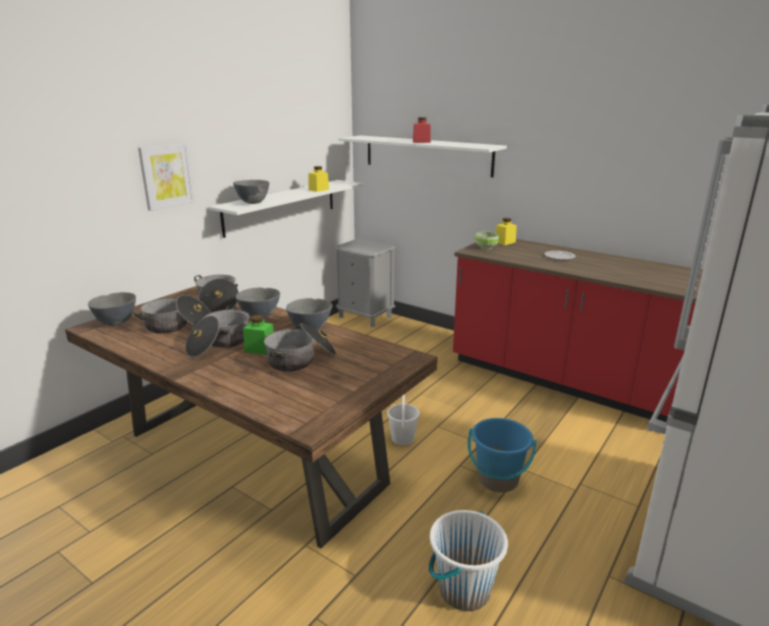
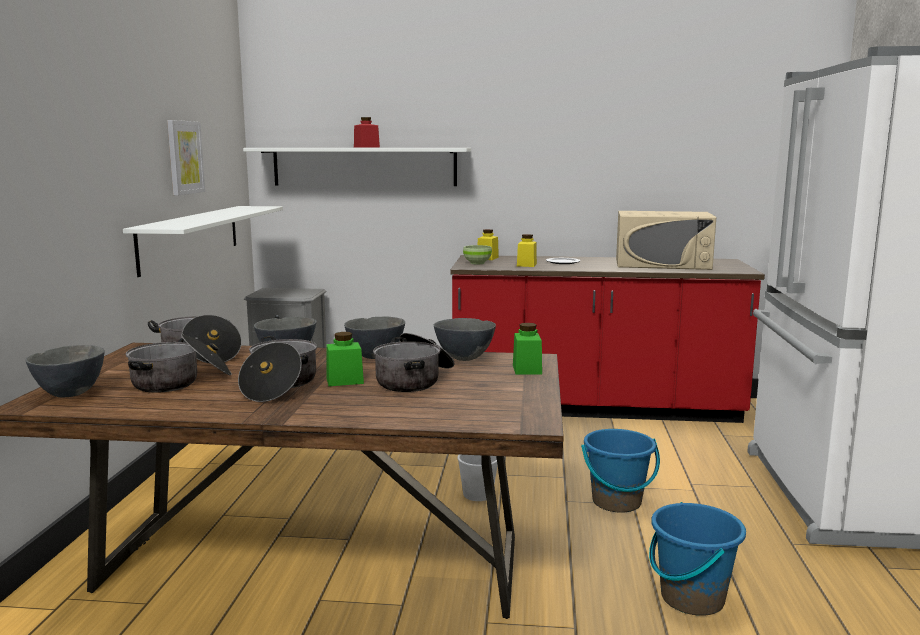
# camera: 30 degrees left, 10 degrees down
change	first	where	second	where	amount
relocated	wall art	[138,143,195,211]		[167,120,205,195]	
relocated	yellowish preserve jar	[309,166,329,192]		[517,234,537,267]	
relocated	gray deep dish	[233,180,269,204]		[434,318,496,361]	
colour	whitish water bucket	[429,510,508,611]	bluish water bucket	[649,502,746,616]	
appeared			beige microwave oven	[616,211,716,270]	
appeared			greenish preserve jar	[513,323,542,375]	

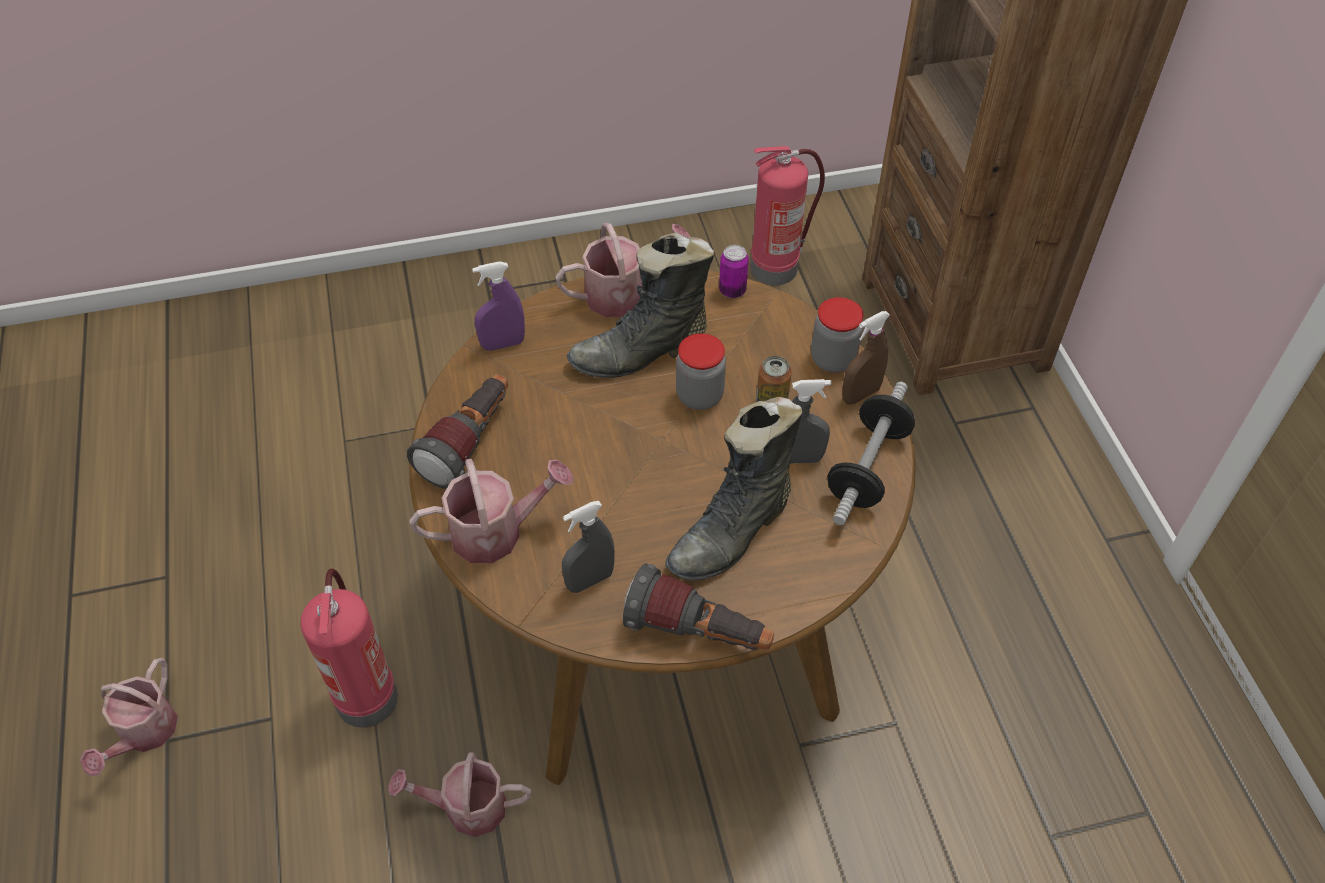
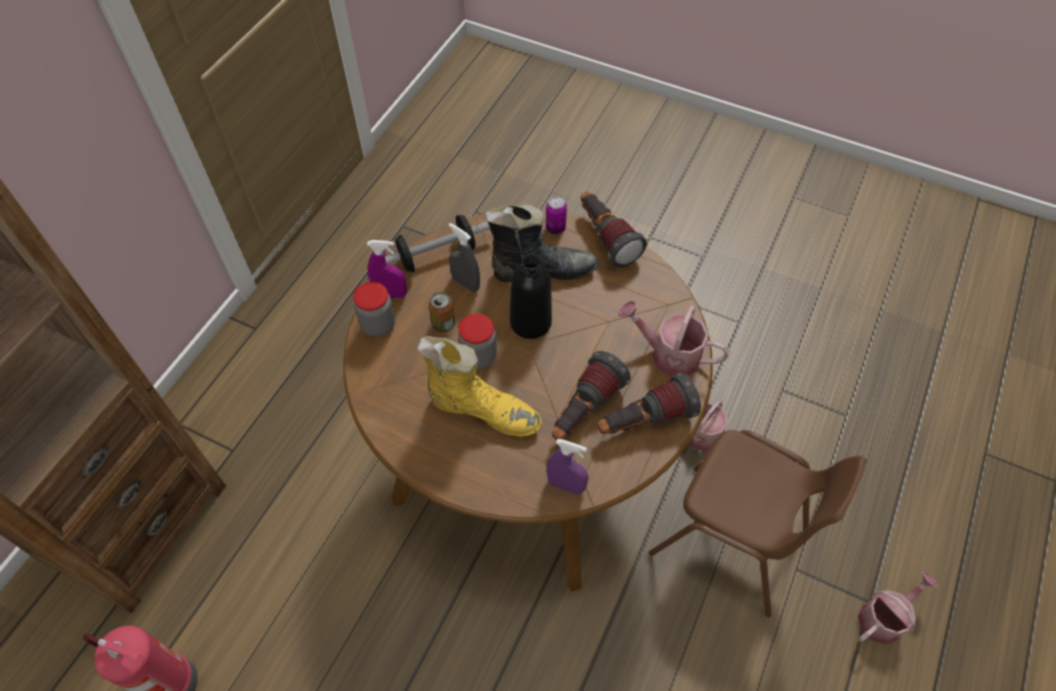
# camera: 140 degrees left, 5 degrees up
change	first	where	second	where	amount
missing	watering pot	[555,223,690,317]			
colour	black high-top boot	[567,232,714,378]	yellowish high-top boot	[417,336,542,437]	
relocated	sealed can	[719,245,749,298]		[546,196,567,234]	
colour	brown-coloured hand sprayer	[842,311,890,404]	purple-coloured hand sprayer	[367,240,407,299]	
missing	gray hand sprayer	[562,501,615,593]			
exchanged	fire extinguisher	[300,568,398,728]	brown-coloured upright chair	[649,430,867,617]	
appeared			black bottle	[510,254,552,339]	
appeared			torch	[552,351,631,440]	

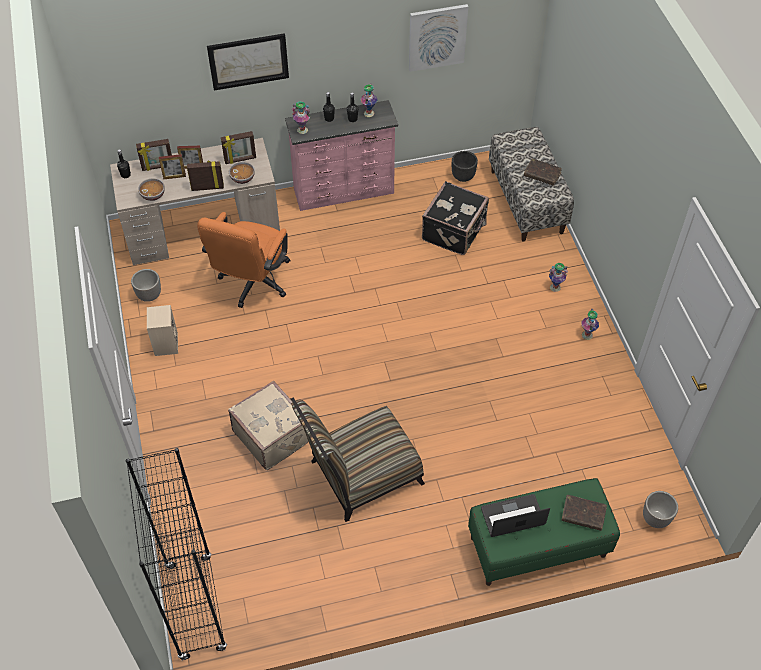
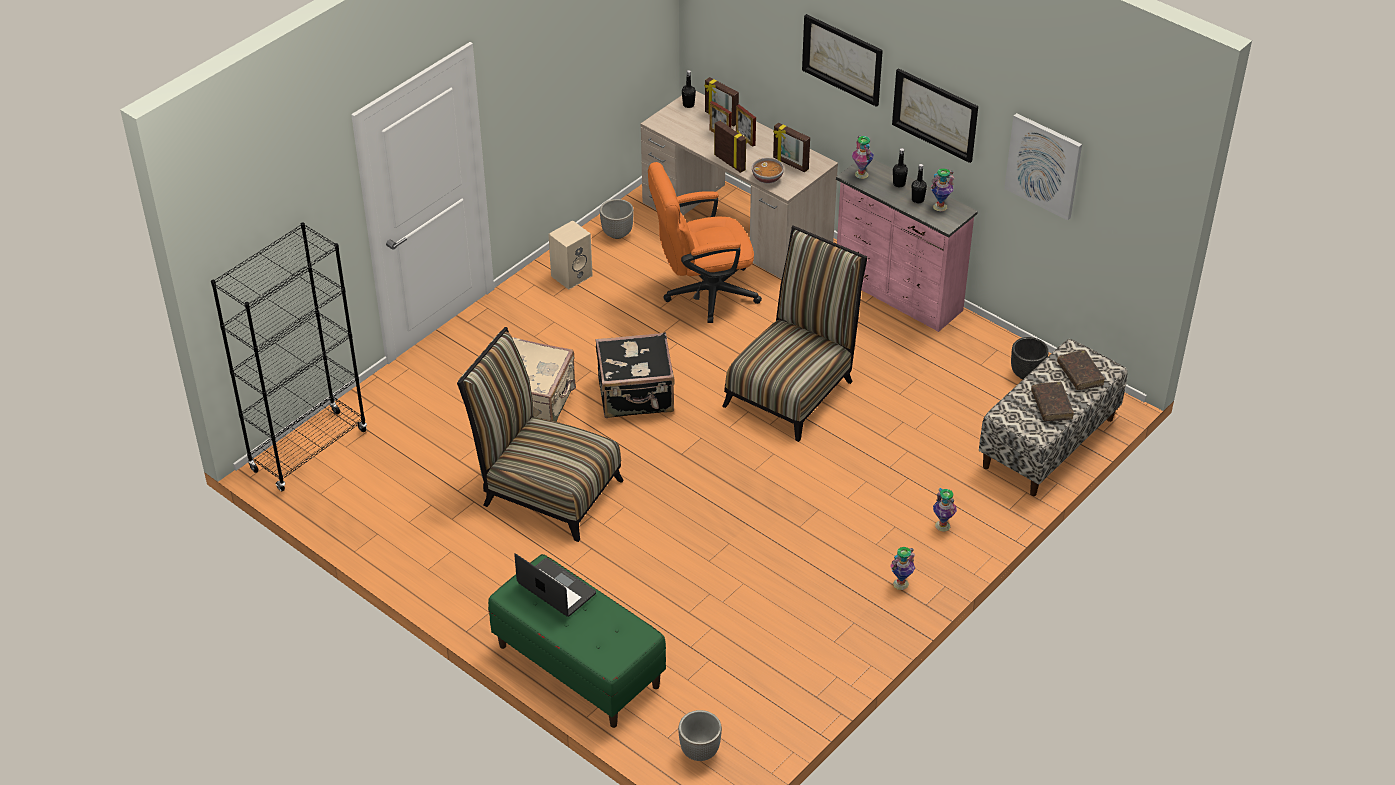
# camera: 55 degrees right, 10 degrees down
change	first	where	second	where	amount
missing	deep dish	[138,178,165,201]			
relocated	black travel case	[422,181,489,255]		[595,332,675,418]	
relocated	brown-coloured book	[562,495,607,531]		[1057,350,1104,390]	
appeared			wall art	[892,68,978,163]	
appeared			upright chair	[722,225,868,442]	

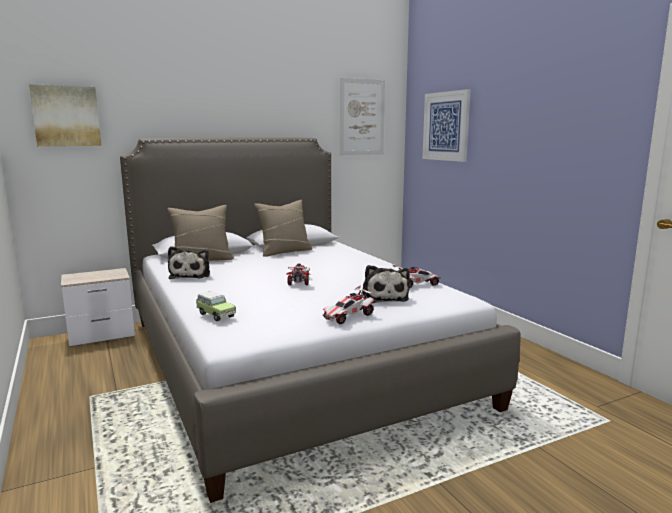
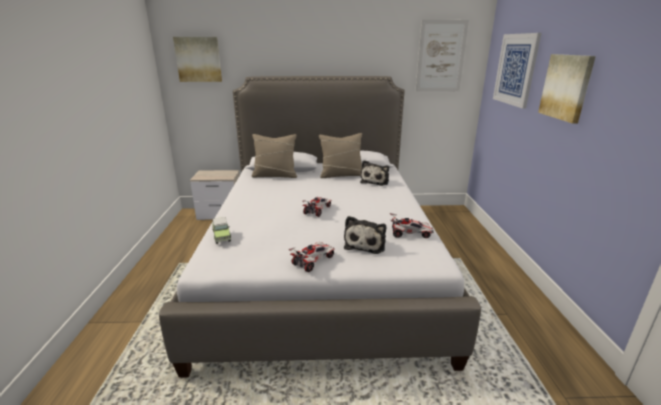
# camera: 25 degrees right, 10 degrees up
change	first	where	second	where	amount
relocated	plush toy	[168,246,210,279]		[360,160,389,186]	
spun	toy car	[323,285,376,324]		[289,242,335,272]	150 degrees clockwise
appeared			wall art	[538,54,596,123]	

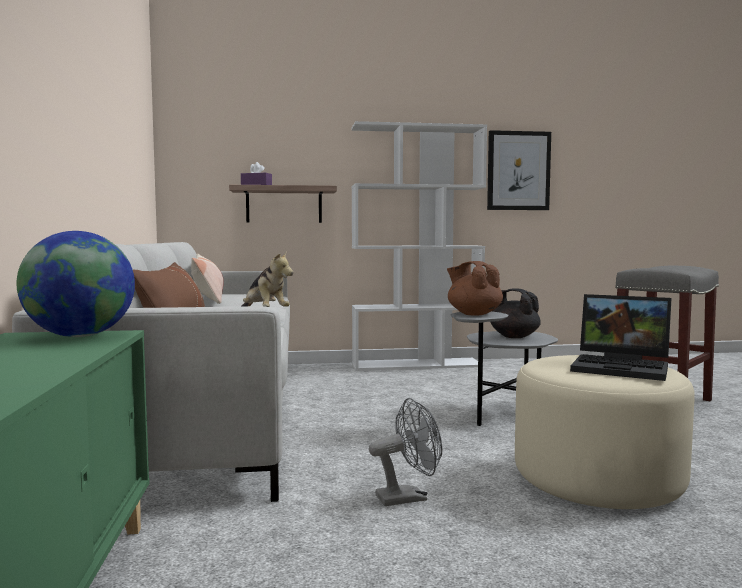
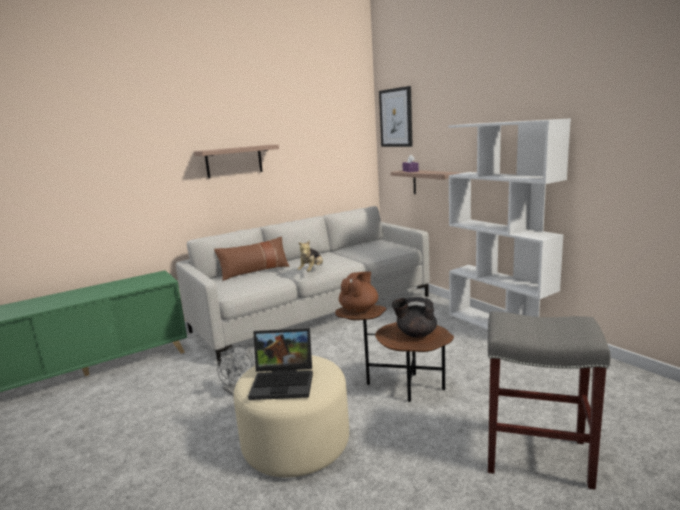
# camera: 65 degrees right, 10 degrees up
change	first	where	second	where	amount
relocated	wall art	[487,130,551,210]		[379,86,413,147]	
missing	desk globe	[17,231,135,337]			
missing	throw pillow	[191,254,224,304]			
spun	black teapot	[490,288,541,338]		[392,297,437,338]	90 degrees counterclockwise
spun	notebook computer	[570,294,671,381]		[248,328,313,400]	90 degrees counterclockwise
colour	gray side table	[450,311,558,426]	brown-coloured side table	[335,305,454,402]	
appeared			wall shelf	[194,145,279,178]	

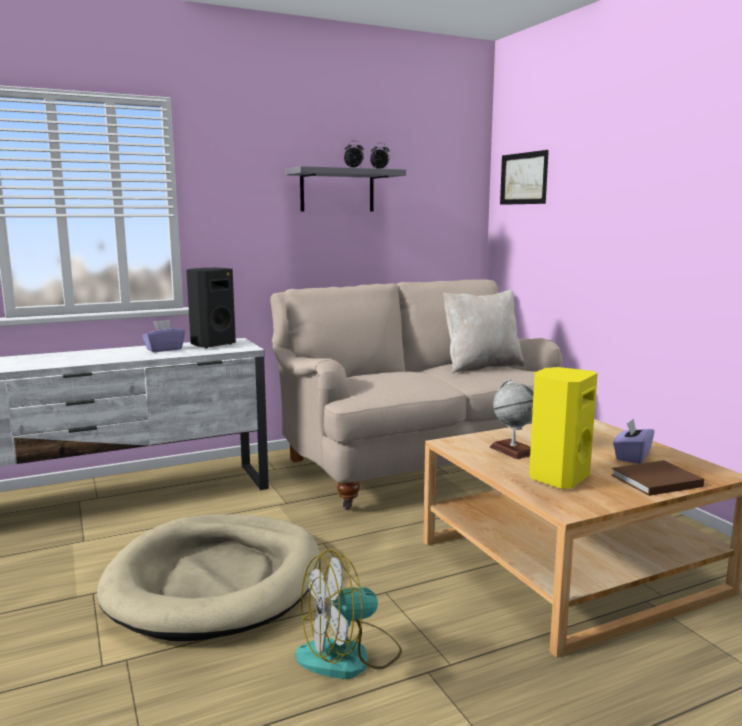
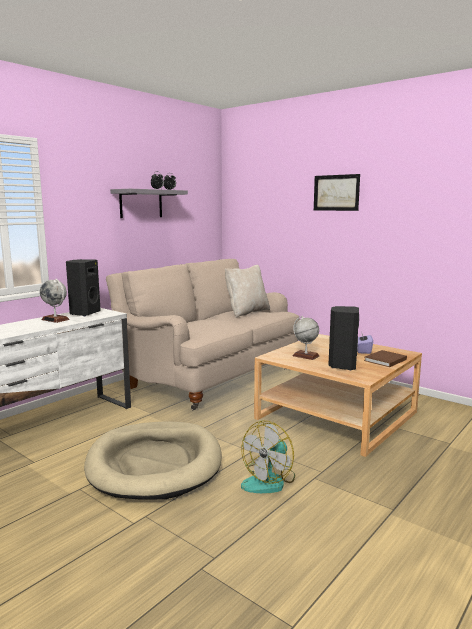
# camera: 25 degrees left, 0 degrees up
change	first	where	second	where	amount
relocated	wall art	[500,150,549,205]		[314,174,360,211]	
exchanged	purple-coloured tissue box	[142,320,185,352]	desk globe	[40,279,70,323]	
colour	yellowish loudspeaker	[529,367,598,489]	black loudspeaker	[328,306,359,370]	

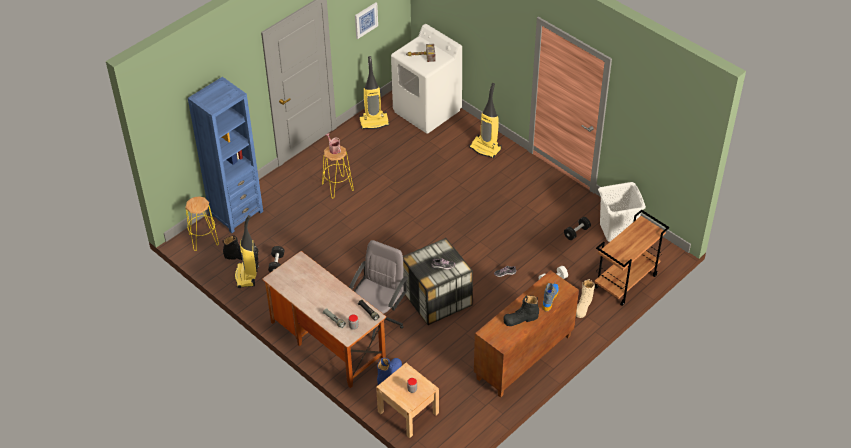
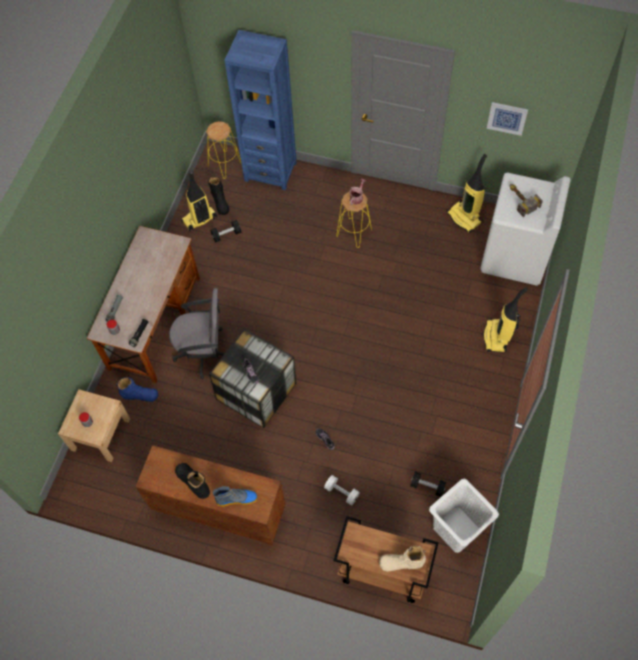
# camera: 65 degrees right, 15 degrees up
change	first	where	second	where	amount
relocated	beige high-top boot	[576,279,595,318]		[379,546,426,571]	

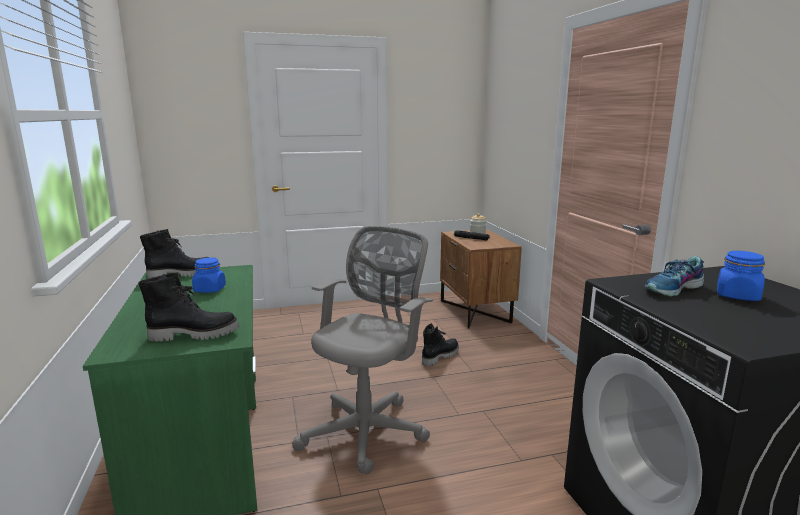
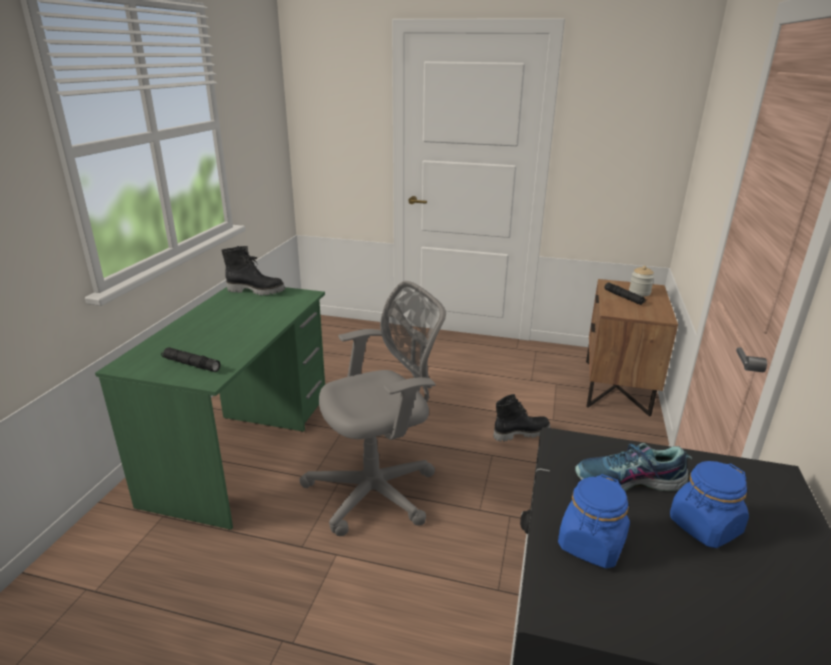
# camera: 30 degrees right, 10 degrees up
change	first	where	second	where	amount
relocated	bluish preserve jar	[192,258,226,293]		[558,474,630,569]	
exchanged	black high-top boot	[138,272,239,342]	black torch	[161,347,220,372]	

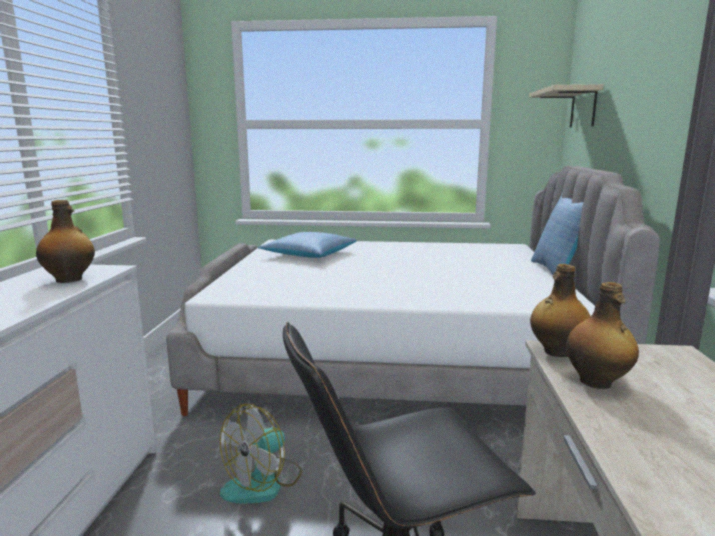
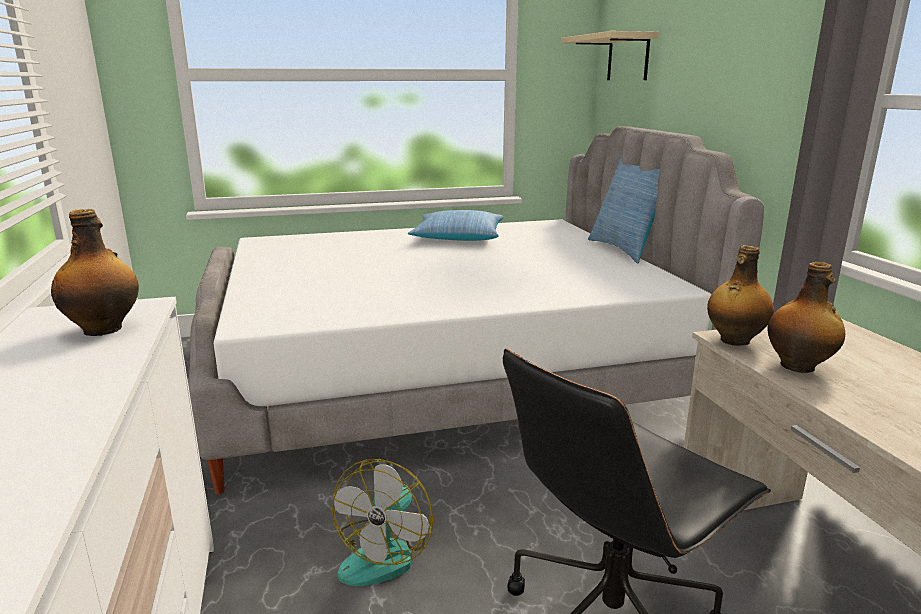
# camera: 20 degrees left, 5 degrees up
change	first	where	second	where	amount
relocated	throw pillow	[258,232,357,258]		[408,210,504,241]	

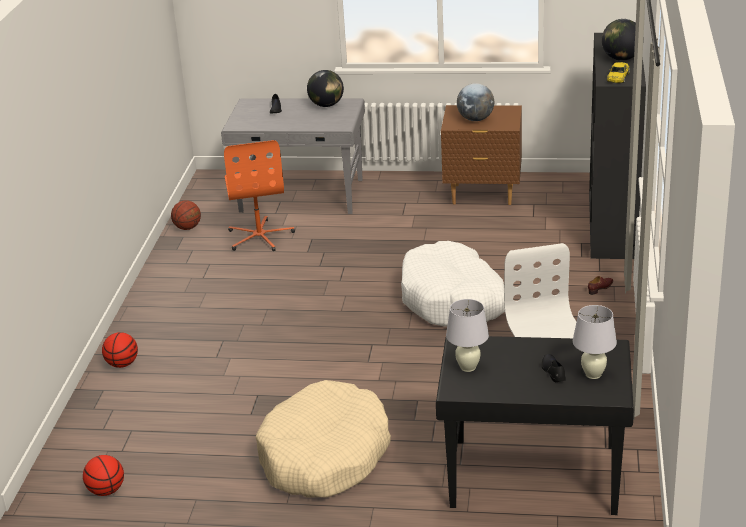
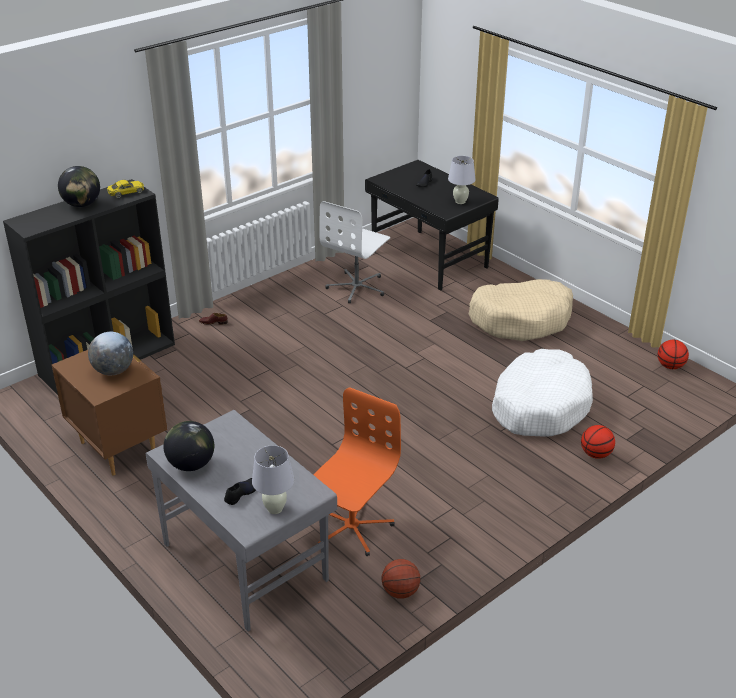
# camera: 140 degrees left, 5 degrees up
change	first	where	second	where	amount
relocated	whitish pet bed	[401,241,505,327]		[492,349,593,437]	
relocated	whitish tabletop lamp	[573,305,617,379]		[252,445,294,514]	

